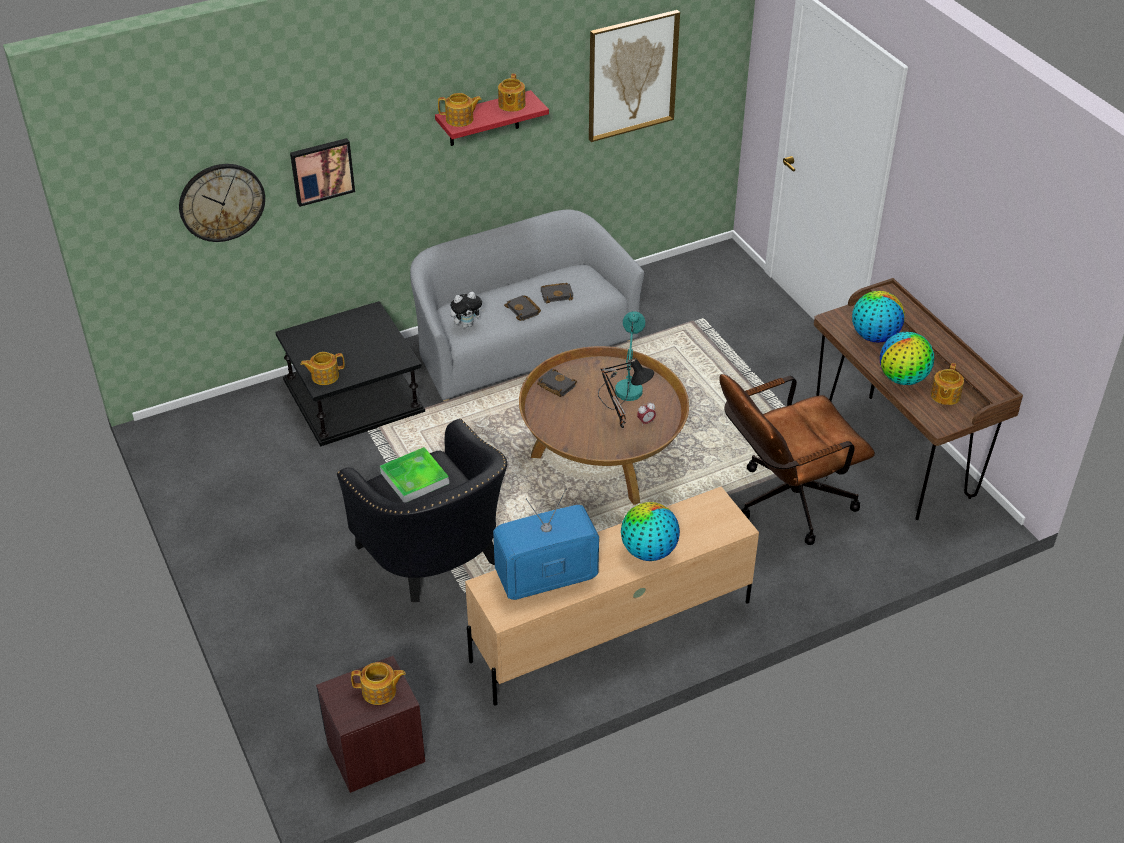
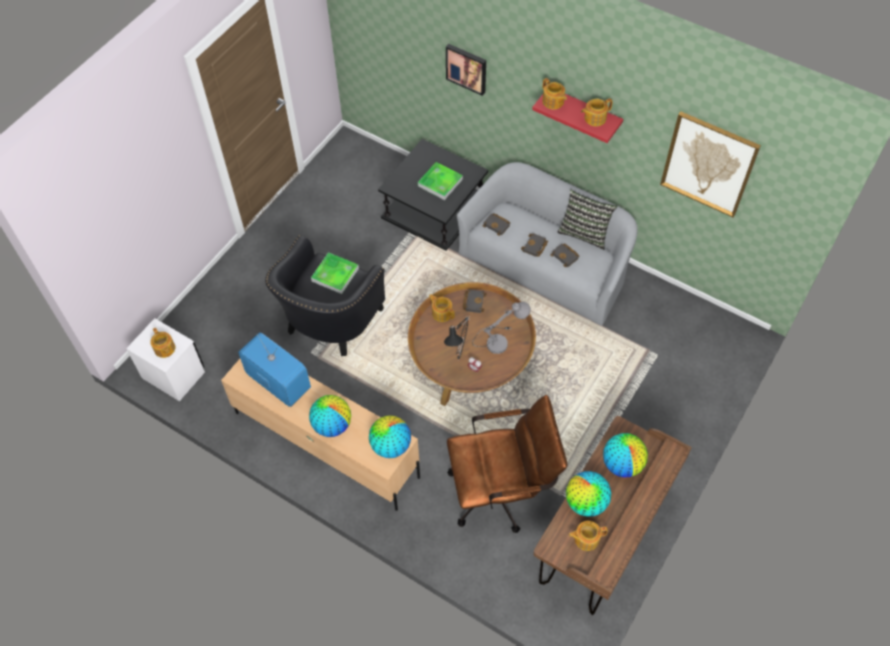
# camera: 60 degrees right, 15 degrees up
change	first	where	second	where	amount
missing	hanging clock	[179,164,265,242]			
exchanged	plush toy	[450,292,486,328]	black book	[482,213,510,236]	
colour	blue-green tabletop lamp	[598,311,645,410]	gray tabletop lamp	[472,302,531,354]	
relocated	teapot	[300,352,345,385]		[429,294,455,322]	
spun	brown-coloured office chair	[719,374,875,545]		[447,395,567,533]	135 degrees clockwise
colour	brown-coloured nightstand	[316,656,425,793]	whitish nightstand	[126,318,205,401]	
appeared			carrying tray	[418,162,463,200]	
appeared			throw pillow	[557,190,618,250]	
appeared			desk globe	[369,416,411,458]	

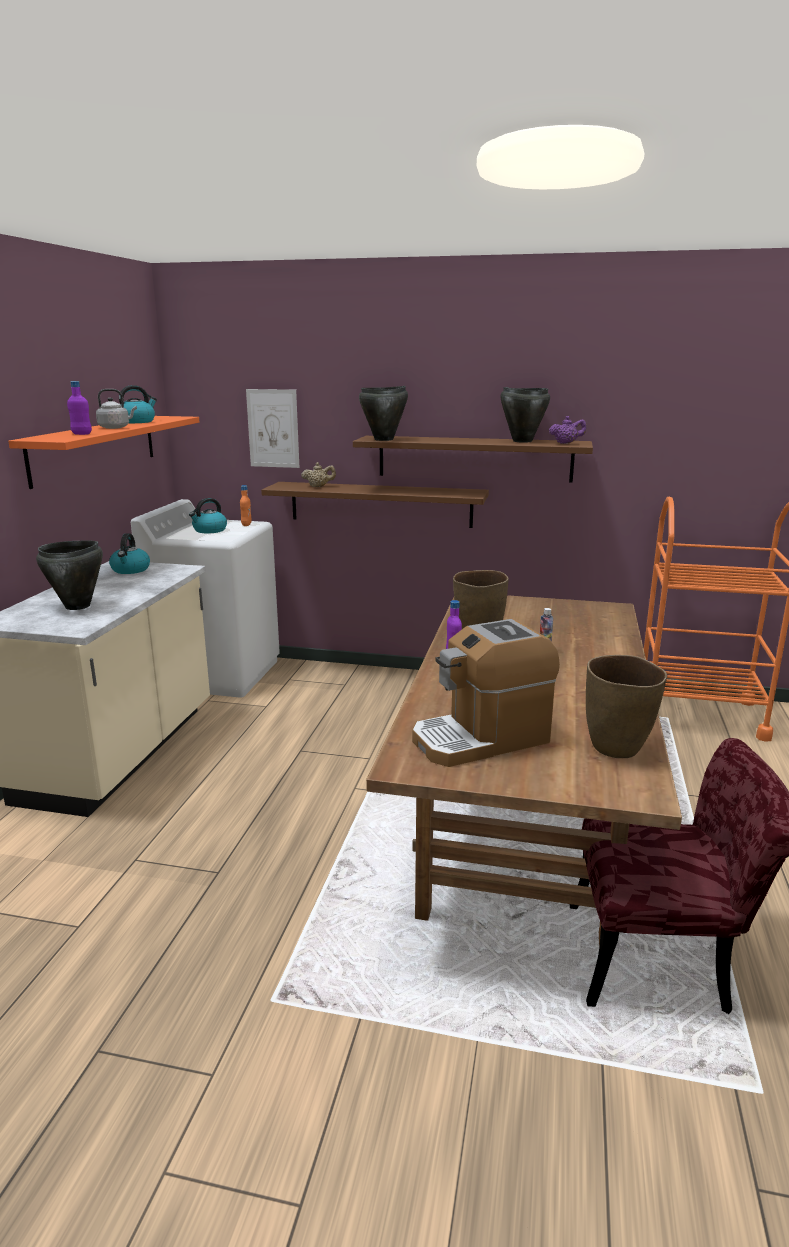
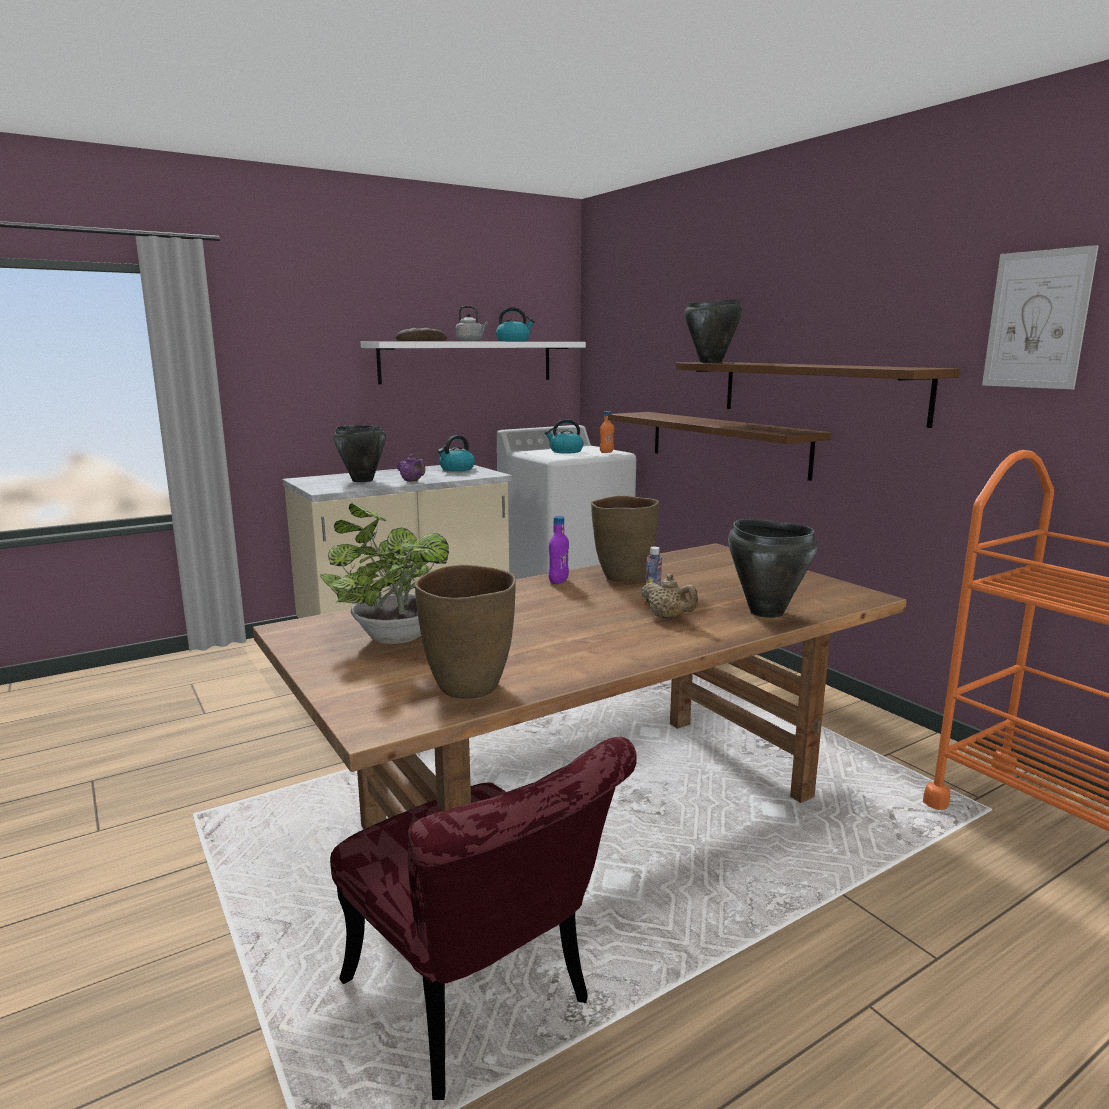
# camera: 45 degrees right, 5 degrees down
change	first	where	second	where	amount
exchanged	purple-coloured bottle	[67,381,92,435]	bread	[396,328,447,341]	
relocated	black cooking pot	[500,387,550,443]		[728,519,818,618]	
relocated	wall art	[246,389,299,468]		[982,245,1099,389]	
colour	orange wall shelf	[8,416,199,489]	whitish wall shelf	[361,341,586,384]	
relocated	purple-coloured teapot	[549,416,587,444]		[397,454,426,482]	
relocated	beige teapot	[301,462,336,487]		[641,574,698,619]	
exchanged	coffee maker	[412,619,560,767]	houseplant	[320,503,449,644]	

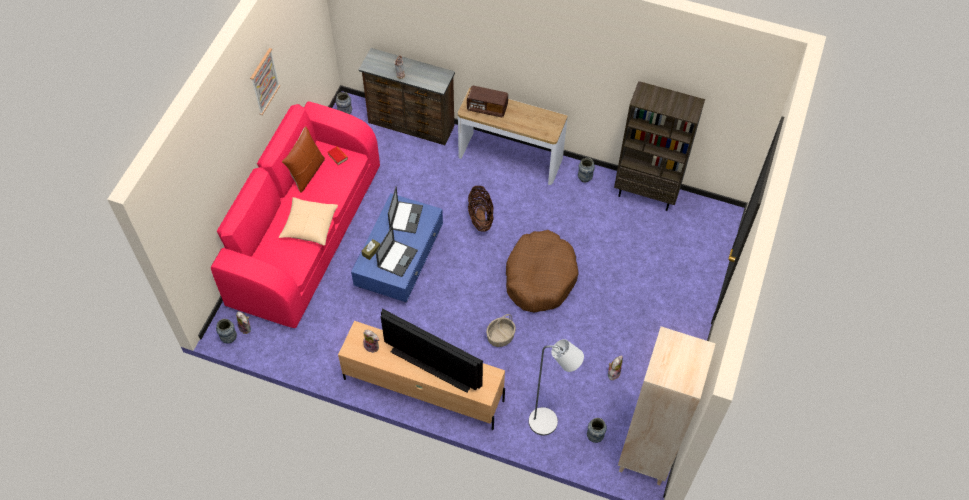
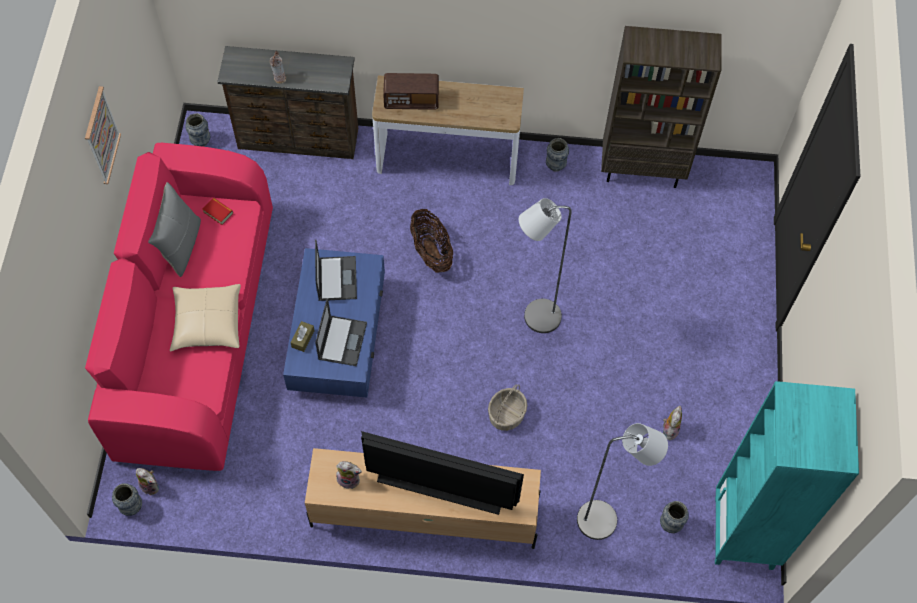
# camera: 15 degrees left, 5 degrees up
change	first	where	second	where	amount
colour	brown-coloured throw pillow	[282,126,325,193]	gray throw pillow	[148,182,201,277]	
exchanged	brown-coloured pet bed	[506,230,579,312]	gray standing lamp	[519,198,572,333]	
colour	beige shelving unit	[618,327,716,485]	blue-green shelving unit	[715,381,859,570]	

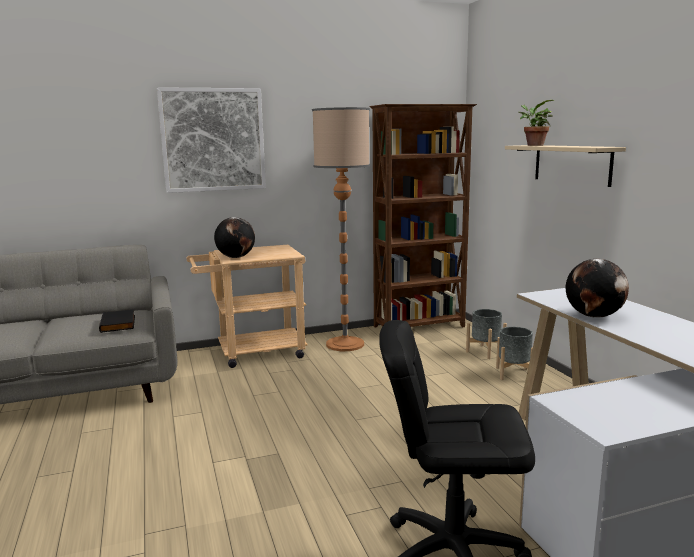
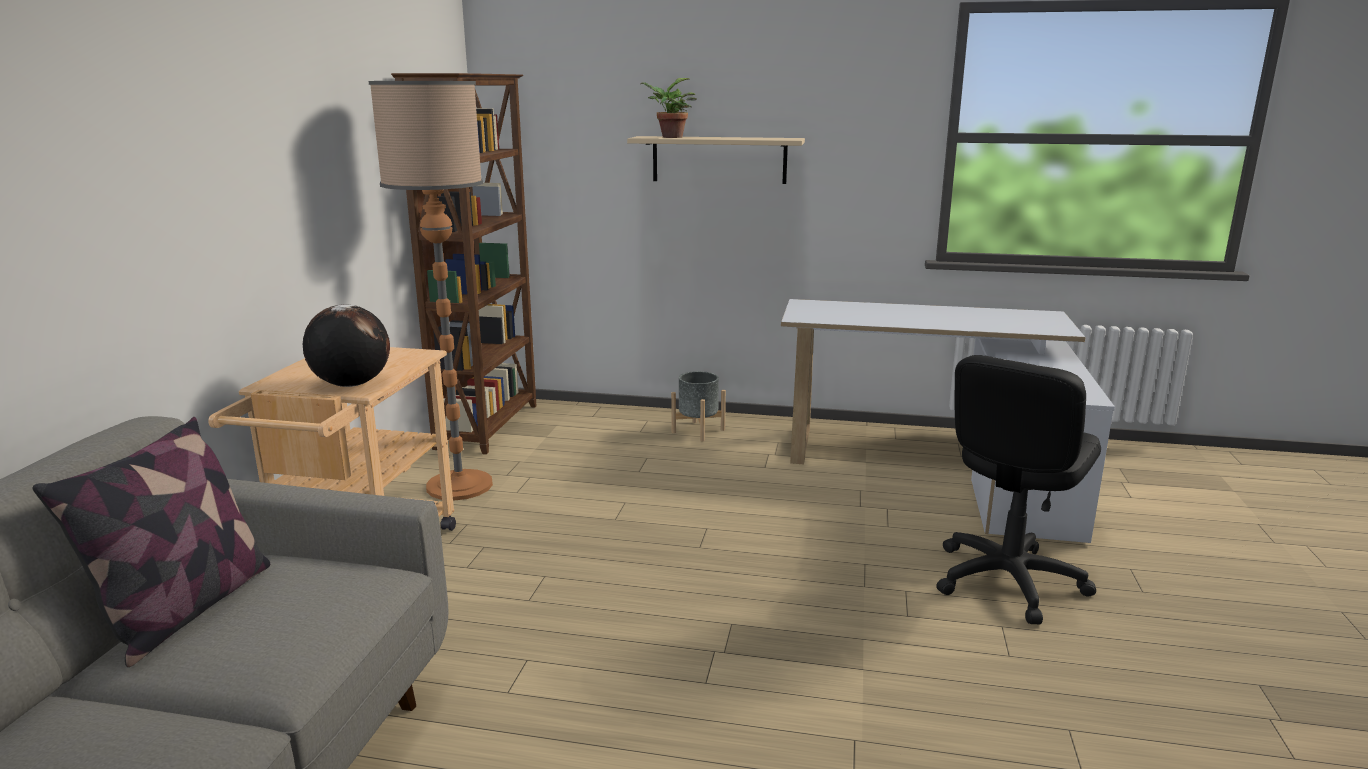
# camera: 60 degrees left, 5 degrees up
change	first	where	second	where	amount
missing	wall art	[157,87,266,193]			
missing	desk globe	[566,259,629,318]			
missing	black book	[99,309,135,333]			
missing	gray plant pot	[466,309,507,359]			
appeared			throw pillow	[32,417,270,667]	

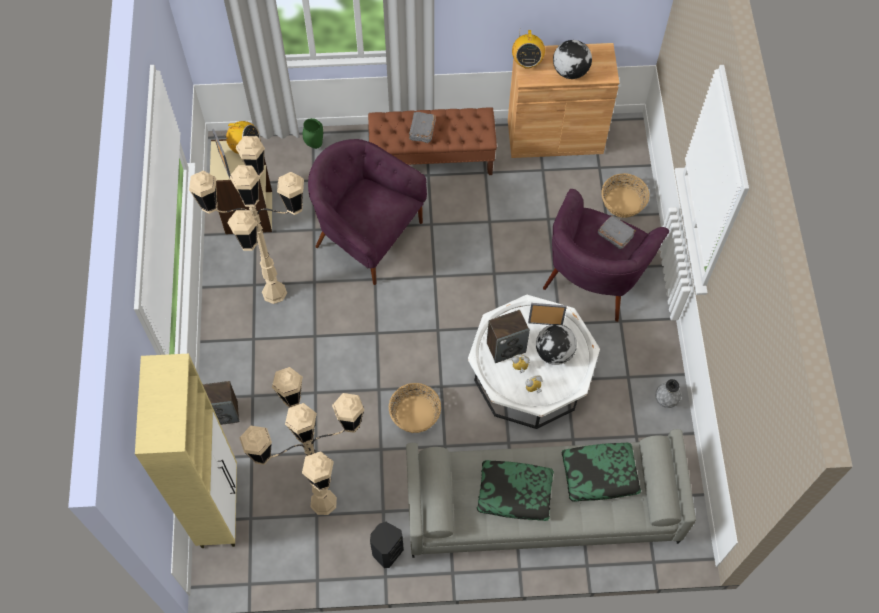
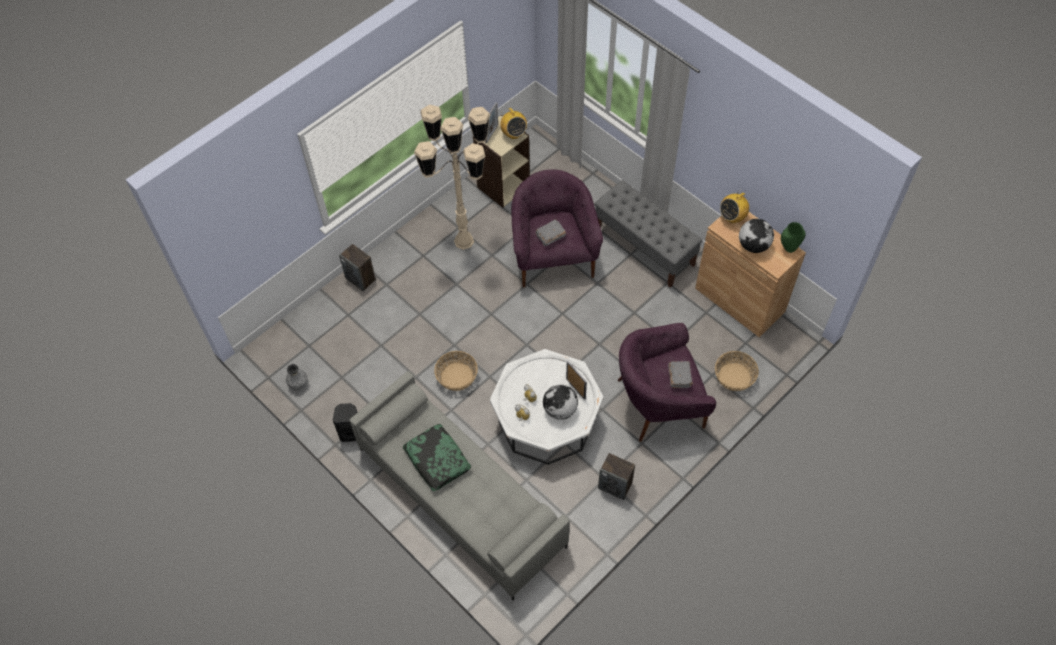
# camera: 50 degrees right, 5 degrees down
change	first	where	second	where	amount
colour	brown-coloured indoor bench	[368,107,497,175]	gray indoor bench	[594,180,703,288]	
relocated	gray book	[409,112,436,143]		[536,219,566,246]	
relocated	greenish decorative vase	[303,118,323,149]		[781,222,806,253]	
relocated	loudspeaker	[487,310,530,363]		[598,453,635,500]	
missing	beige cabinet	[135,354,237,548]			
missing	beige standing lamp	[240,367,364,515]			
relocated	gray decorative vase	[655,379,681,408]		[286,364,307,390]	
missing	throw pillow	[562,443,641,502]			

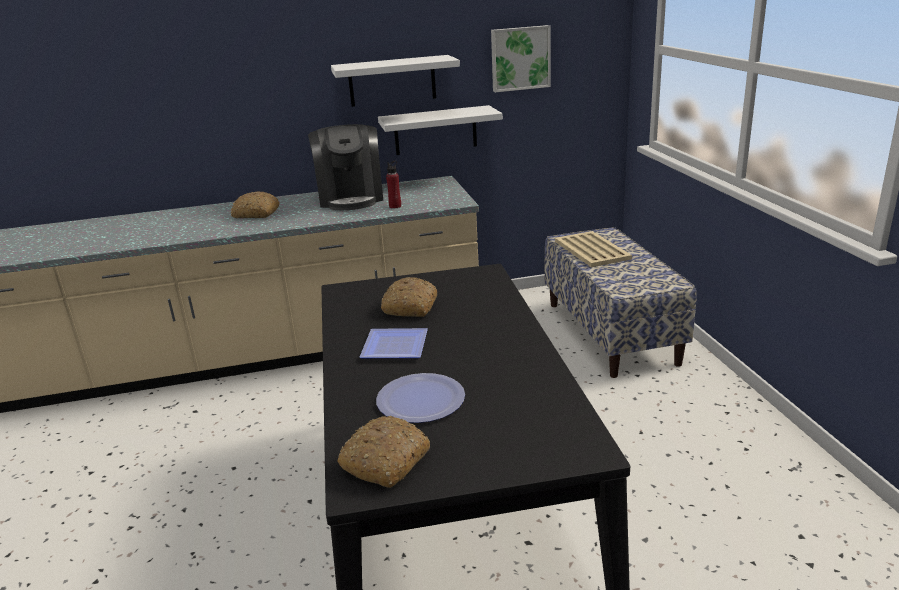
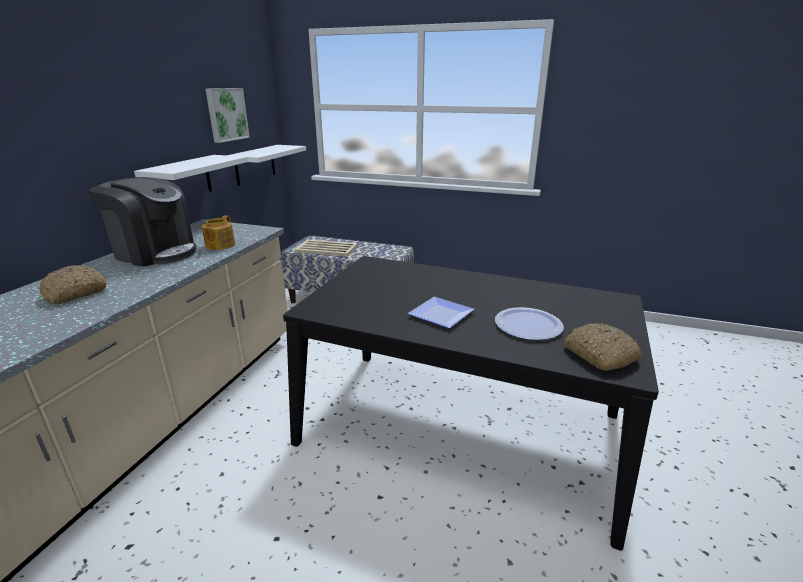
# camera: 60 degrees left, 0 degrees up
change	first	where	second	where	amount
relocated	whitish wall shelf	[331,55,460,107]		[228,145,306,186]	
exchanged	red bottle	[386,161,401,208]	teapot	[202,215,235,250]	
missing	bread	[381,277,437,317]			

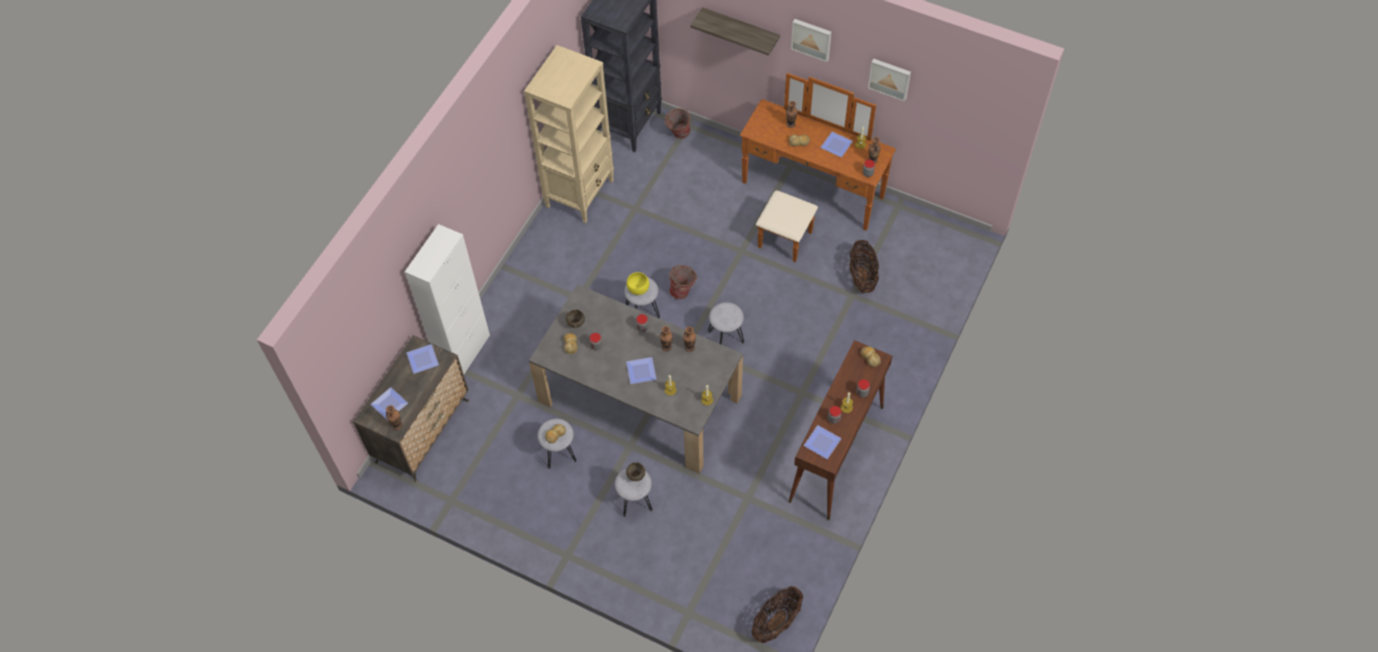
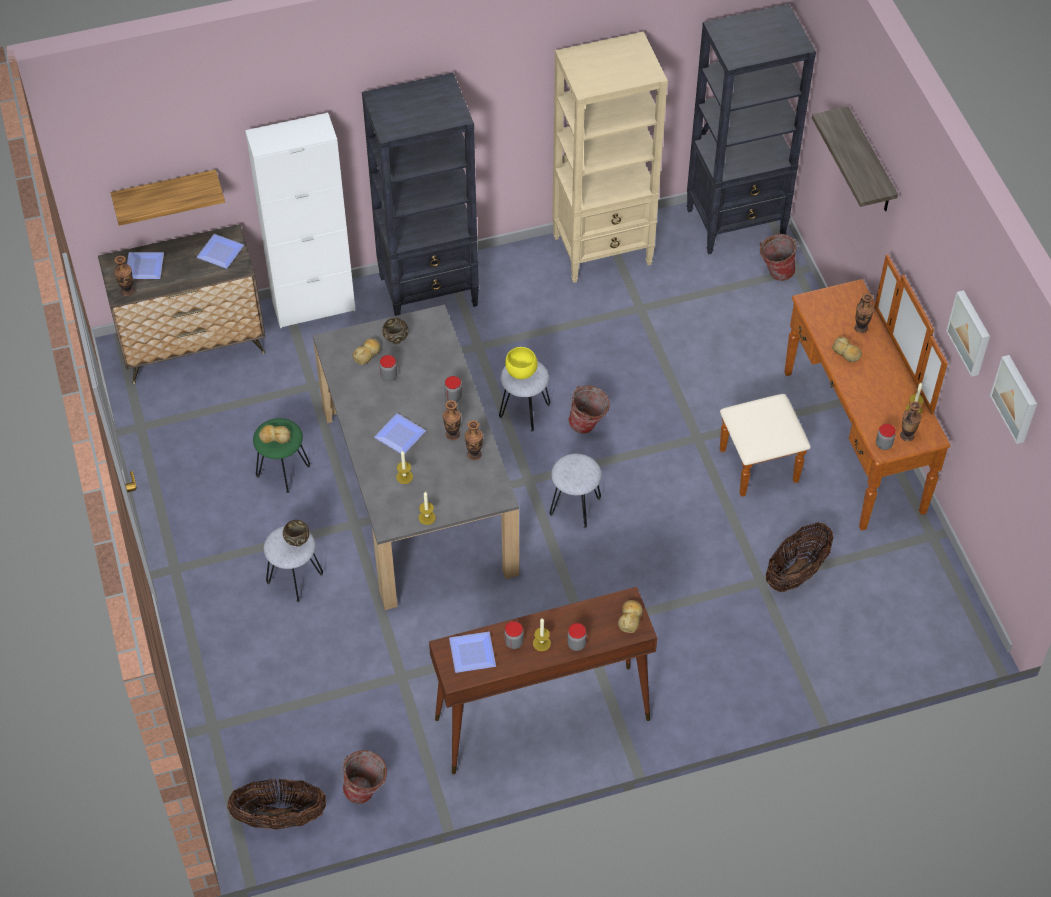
# camera: 45 degrees right, 5 degrees down
change	first	where	second	where	amount
relocated	wall art	[791,19,832,62]		[990,355,1037,444]	
missing	flat dish	[820,132,853,157]			
colour	gray sitting stool	[537,419,576,469]	greenish sitting stool	[253,418,310,493]	
appeared			black shelving unit	[362,73,479,316]	
appeared			wall shelf	[111,170,225,226]	
appeared			water bucket	[341,750,387,804]	

